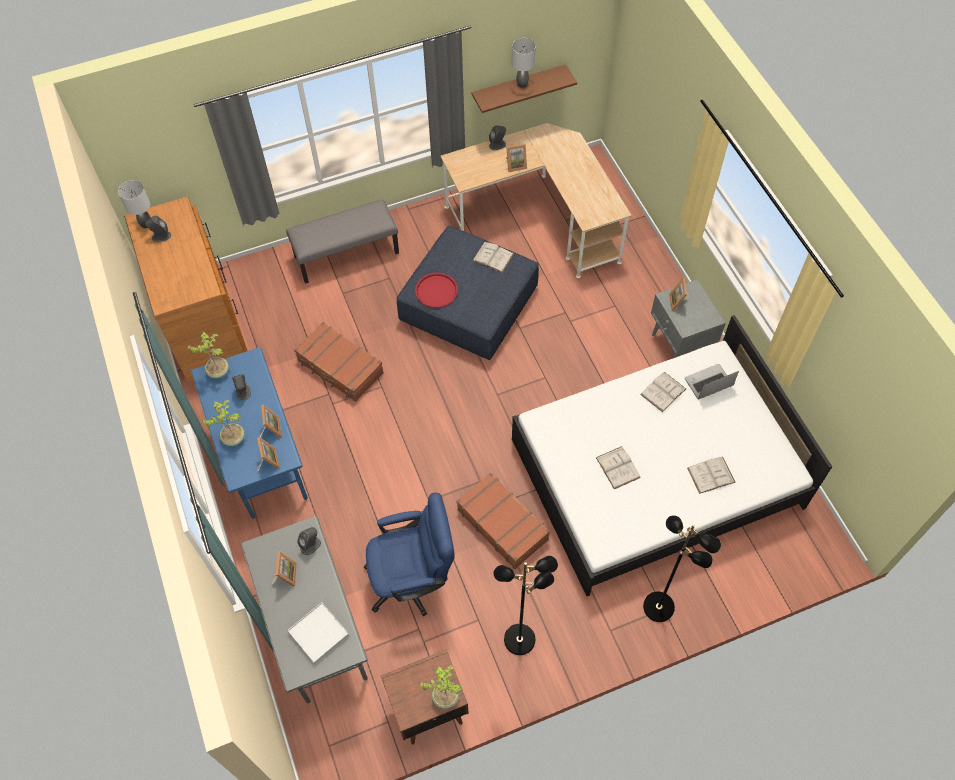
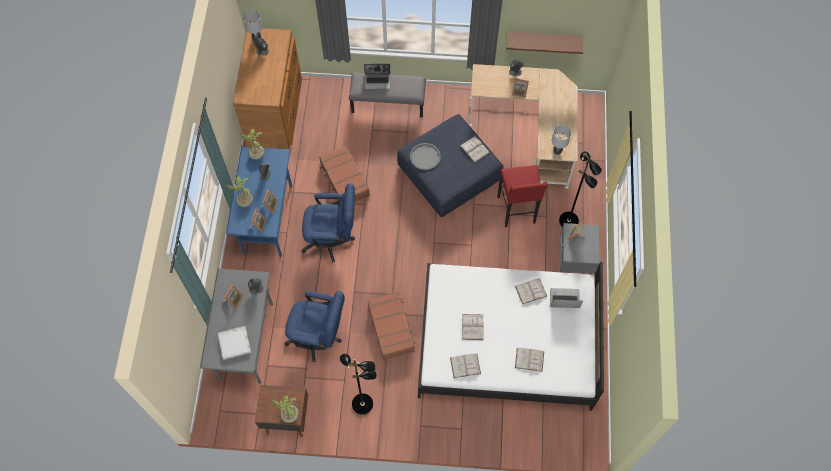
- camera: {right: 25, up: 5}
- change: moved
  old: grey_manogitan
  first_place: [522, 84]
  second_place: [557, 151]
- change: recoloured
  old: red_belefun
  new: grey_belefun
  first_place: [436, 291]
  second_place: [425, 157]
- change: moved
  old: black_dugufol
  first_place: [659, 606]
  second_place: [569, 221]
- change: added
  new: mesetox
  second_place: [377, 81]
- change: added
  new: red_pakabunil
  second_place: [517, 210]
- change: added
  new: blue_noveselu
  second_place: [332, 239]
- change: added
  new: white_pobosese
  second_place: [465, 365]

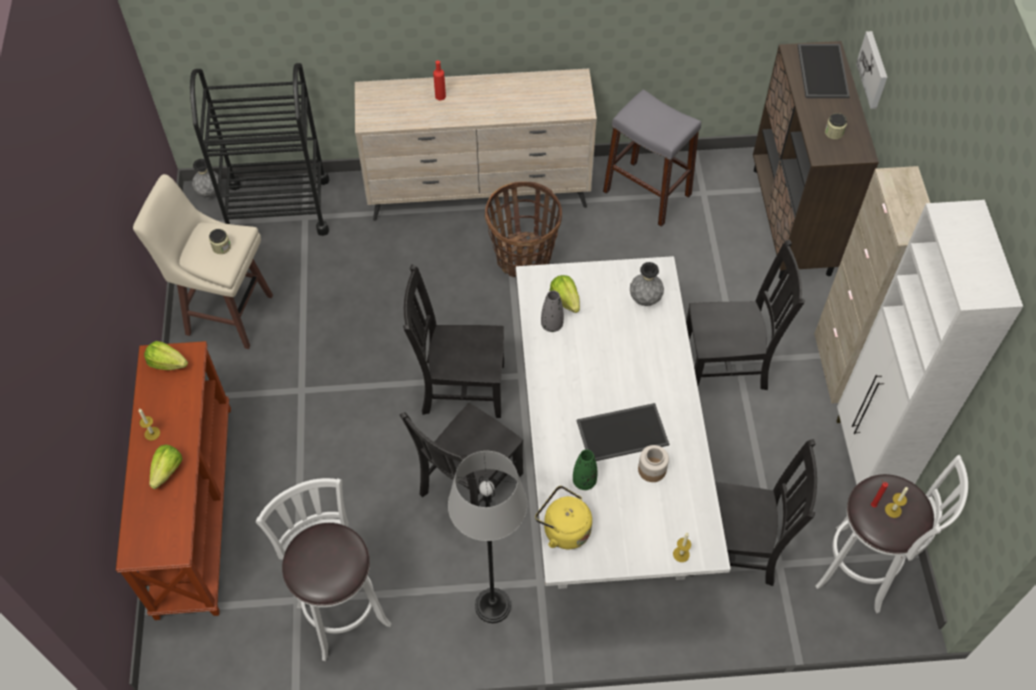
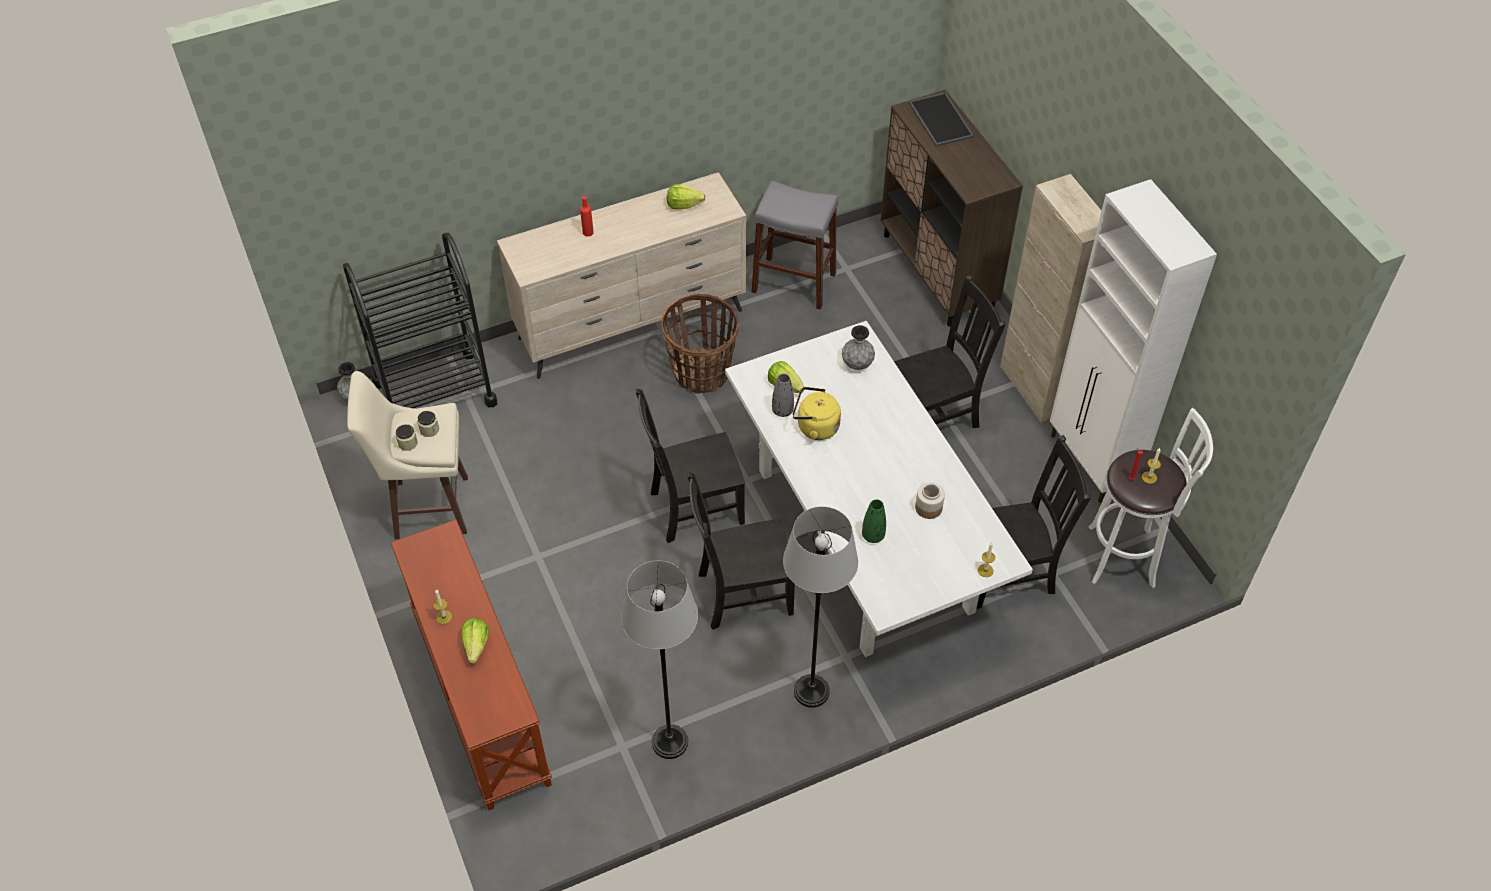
- camera: {right: -20, up: -5}
- change: removed
  old: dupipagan
  first_place: [874, 69]
- change: moved
  old: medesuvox
  first_place: [834, 132]
  second_place: [408, 443]
- change: moved
  old: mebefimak
  first_place: [167, 363]
  second_place: [683, 205]
- change: turned
  old: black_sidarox
  first_place: [468, 486]
  second_place: [741, 594]
  degrees: 60
- change: removed
  old: belefun
  first_place: [623, 431]
- change: replaced
  old: white_pakabunil
  new: grey_dugufol
  first_place: [341, 611]
  second_place: [670, 742]
- change: moved
  old: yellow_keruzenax
  first_place: [564, 529]
  second_place: [815, 427]

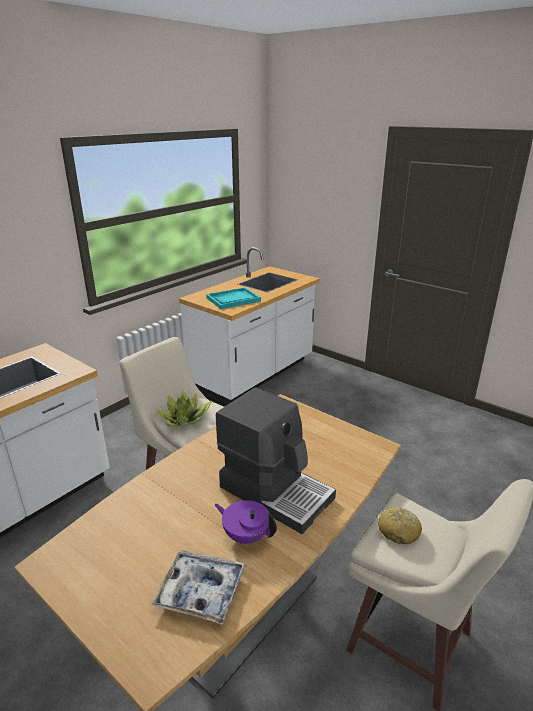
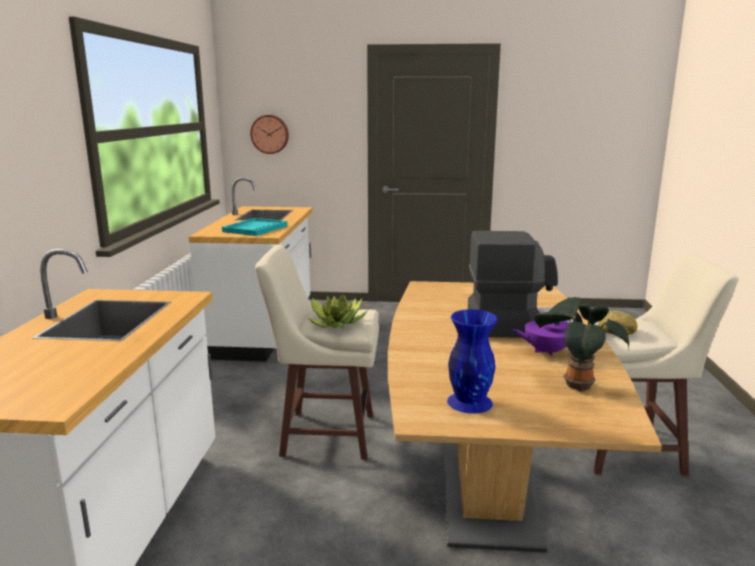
- camera: {right: -35, up: -10}
- change: replaced
  old: belefun
  new: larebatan
  first_place: [200, 591]
  second_place: [575, 385]
- change: added
  new: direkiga
  second_place: [270, 134]
- change: added
  new: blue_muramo
  second_place: [469, 401]

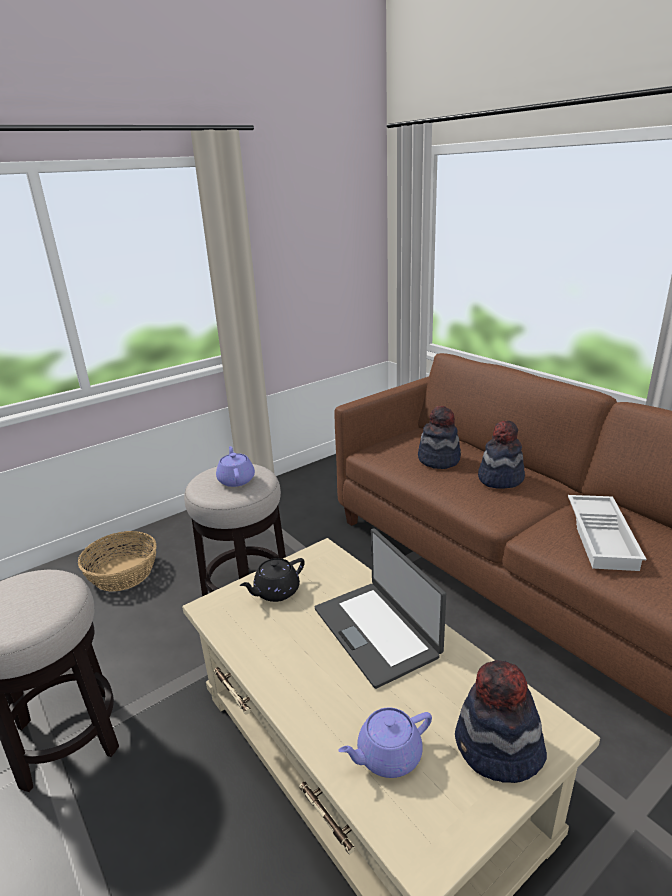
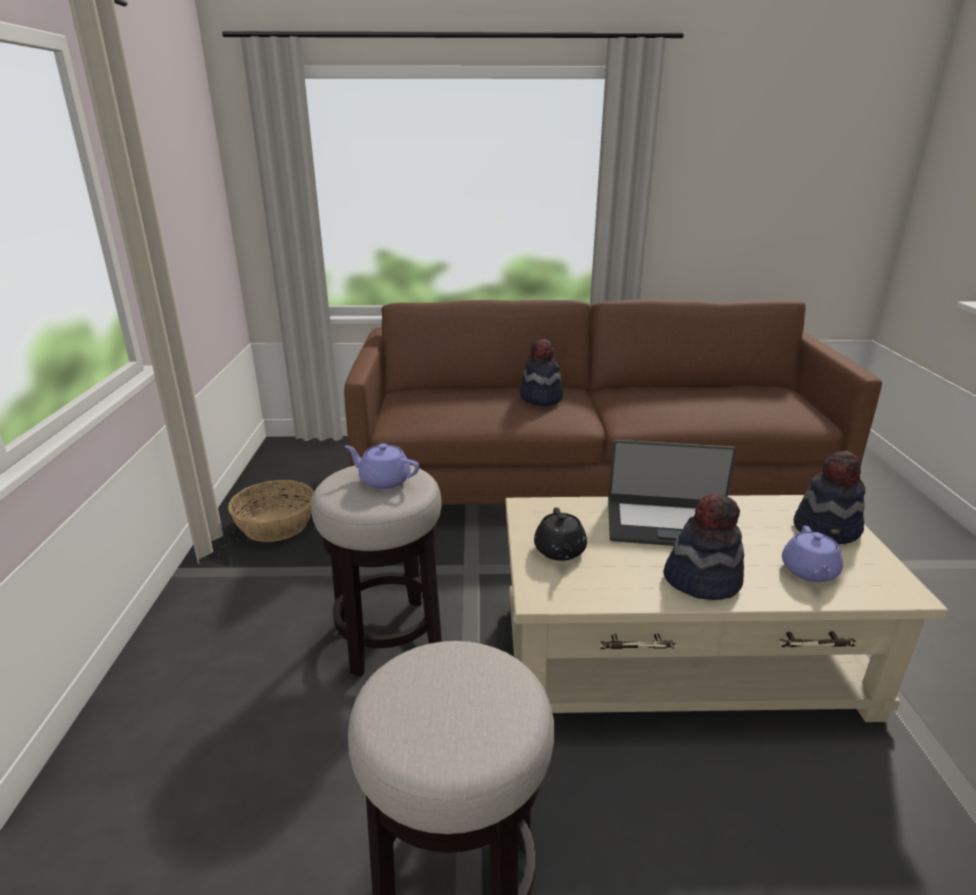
- camera: {right: -55, up: 0}
- change: moved
  old: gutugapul
  first_place: [439, 459]
  second_place: [702, 579]
- change: removed
  old: white_belefun
  first_place: [603, 537]
- change: moved
  old: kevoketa
  first_place: [123, 573]
  second_place: [276, 524]

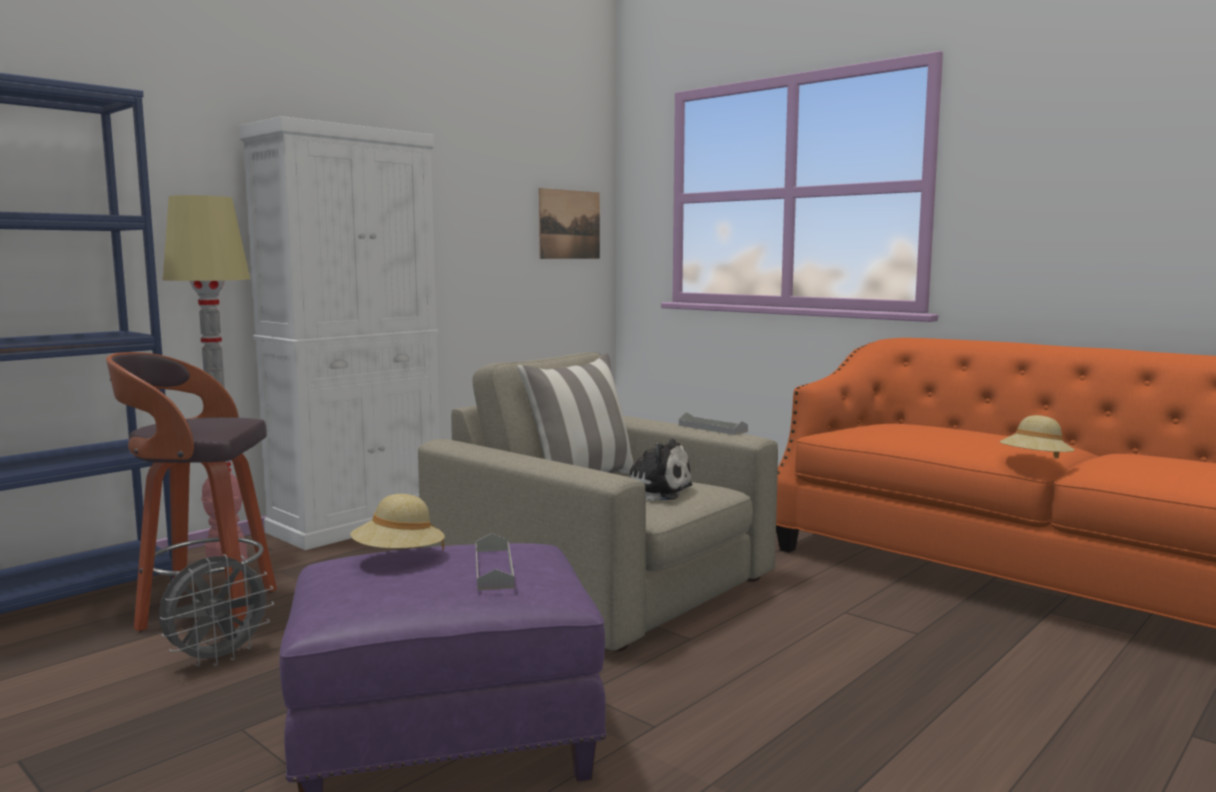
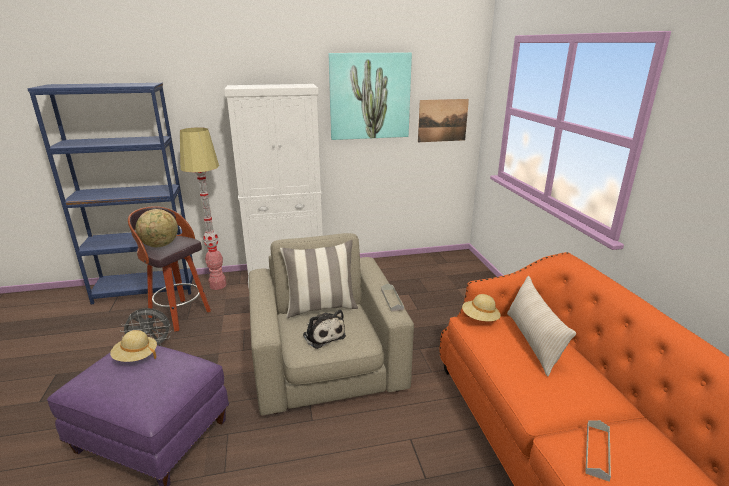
- camera: {right: 35, up: 15}
- change: moved
  old: beige_gutugapul
  first_place: [1035, 462]
  second_place: [480, 319]
- change: moved
  old: grey_belefun
  first_place: [494, 568]
  second_place: [597, 451]
- change: added
  new: dupipagan
  second_place: [369, 96]
- change: added
  new: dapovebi
  second_place: [160, 245]
- change: added
  new: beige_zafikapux
  second_place: [533, 341]

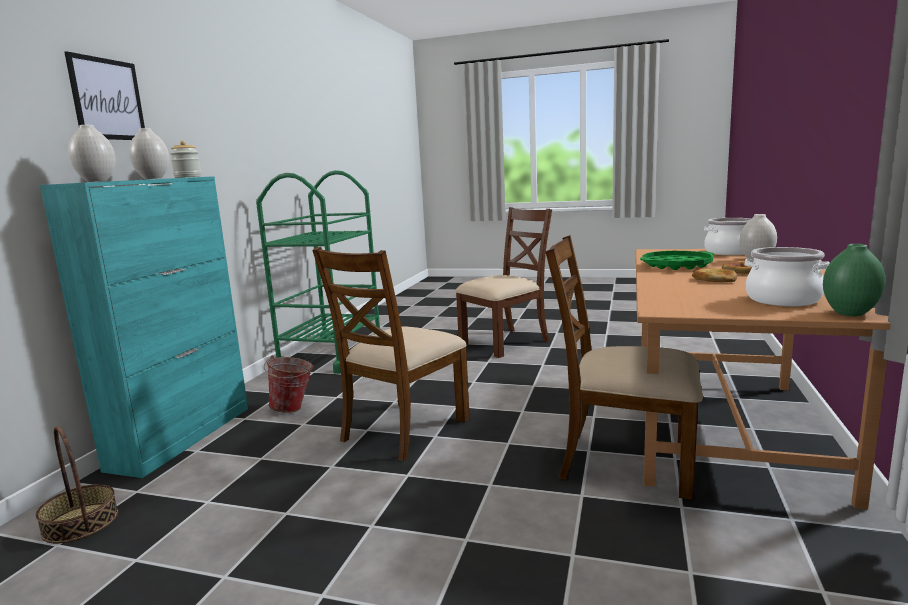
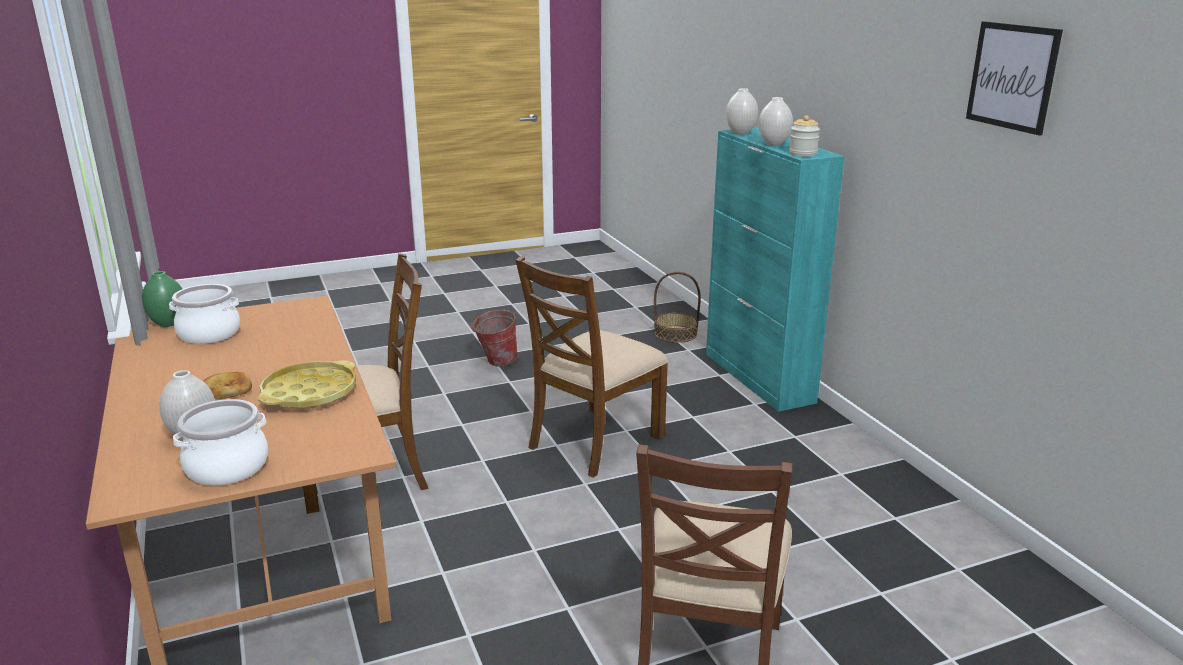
- camera: {right: 140, up: 10}
- change: moved
  old: dupipagan
  first_place: [107, 99]
  second_place: [1012, 76]
- change: removed
  old: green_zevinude
  first_place: [332, 355]
- change: turned
  old: brown_sidarox
  first_place: [403, 429]
  second_place: [594, 441]
  degrees: -135
- change: recoloured
  old: green_belefun
  new: yellow_belefun
  first_place: [676, 265]
  second_place: [309, 393]
- change: removed
  old: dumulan
  first_place: [714, 279]
- change: moved
  old: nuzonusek
  first_place: [293, 409]
  second_place: [496, 362]

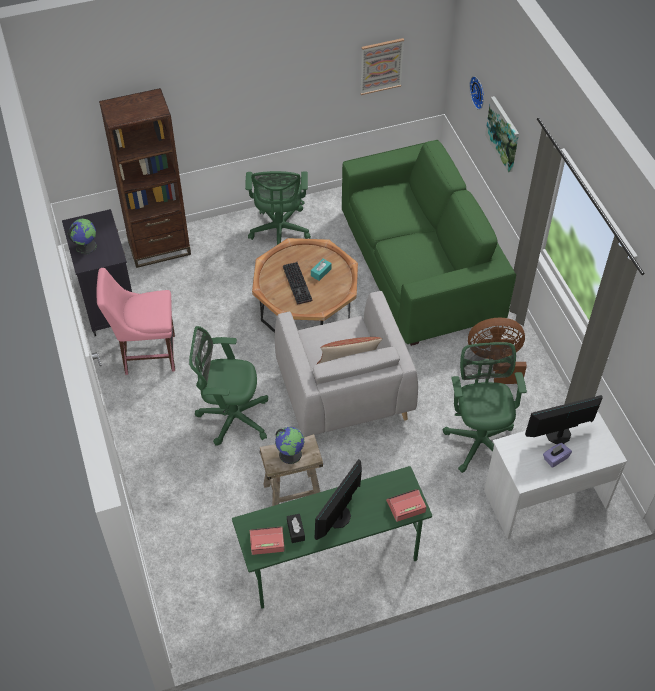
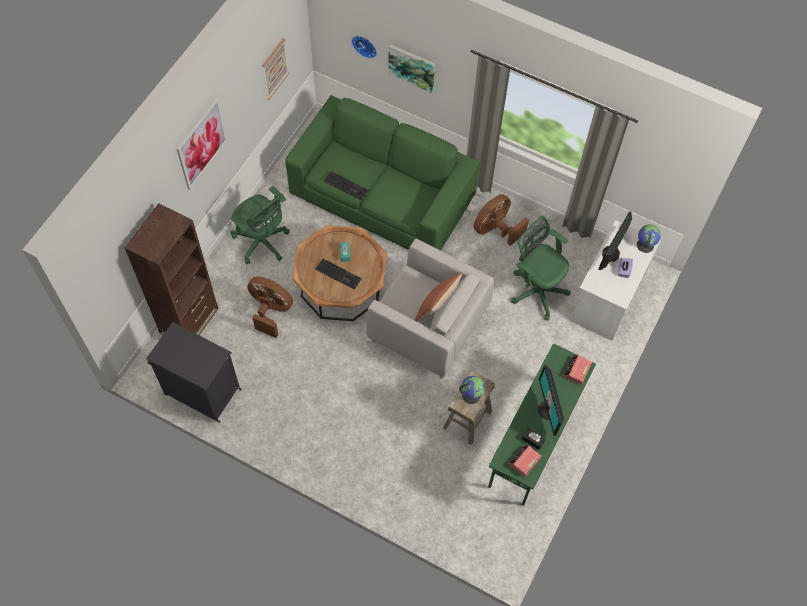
- camera: {right: -45, up: 10}
- change: moved
  old: dapovebi
  first_place: [86, 246]
  second_place: [645, 245]
- change: removed
  old: pink_sidarox
  first_place: [146, 354]
- change: removed
  old: green_noveselu
  first_place: [231, 417]
- change: added
  new: dupipagan
  second_place: [202, 144]
- change: added
  new: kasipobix
  second_place: [347, 185]
- change: added
  new: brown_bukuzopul
  second_place: [270, 311]

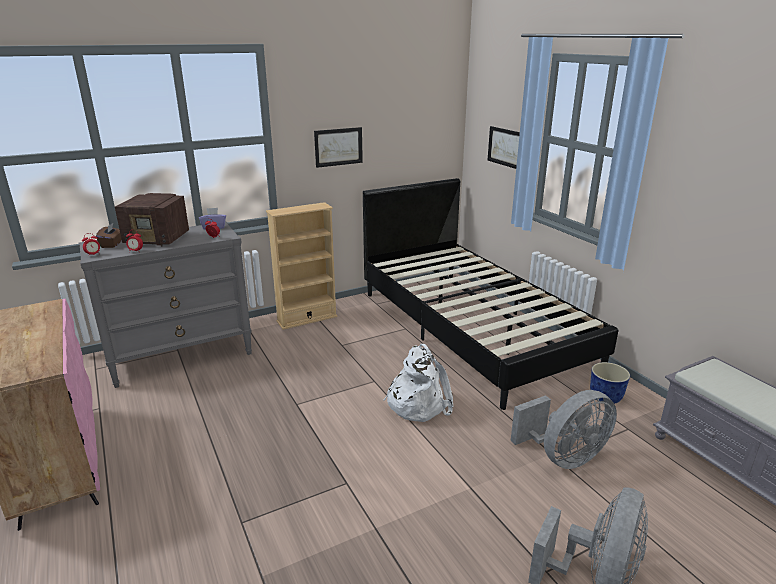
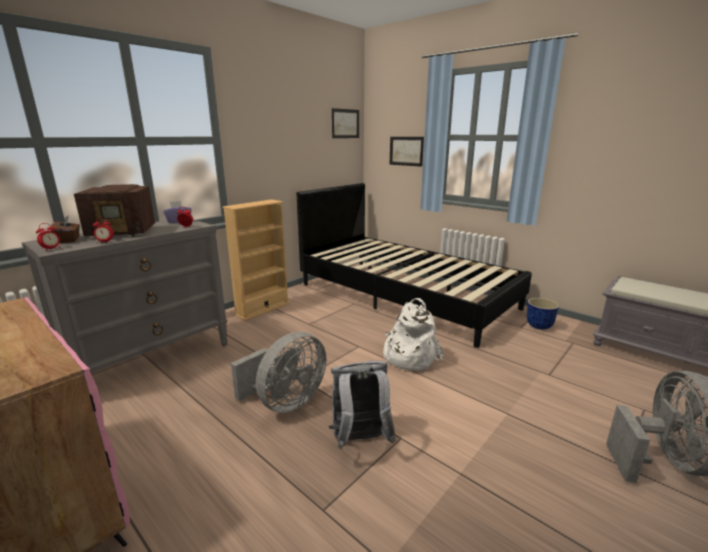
- camera: {right: -20, up: -5}
- change: moved
  old: dupipagan
  first_place: [338, 147]
  second_place: [345, 123]
- change: moved
  old: grey_bukuzopul
  first_place: [564, 457]
  second_place: [286, 402]
- change: added
  new: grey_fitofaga
  second_place: [360, 440]

